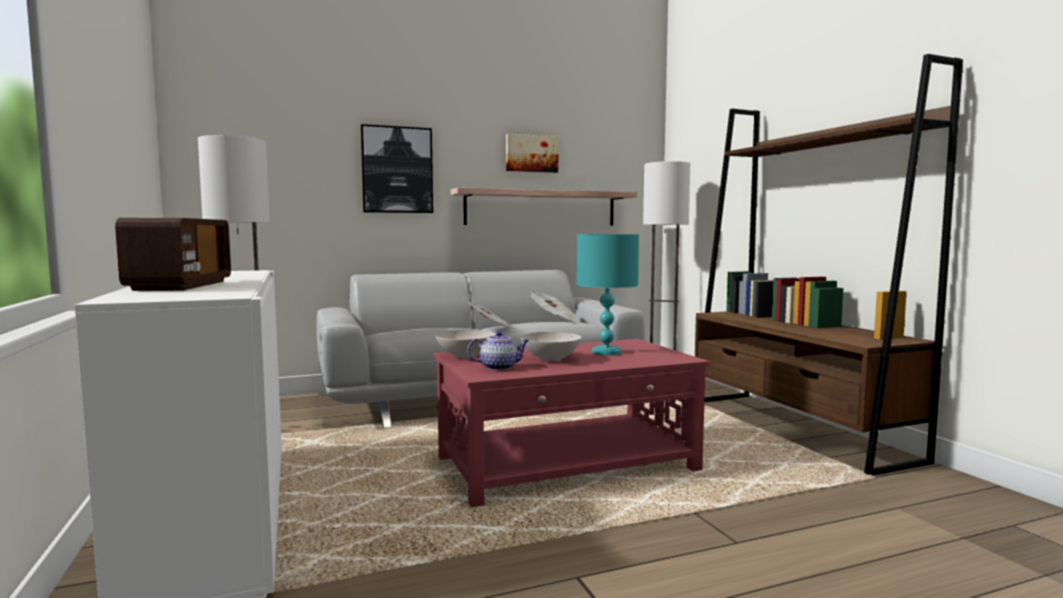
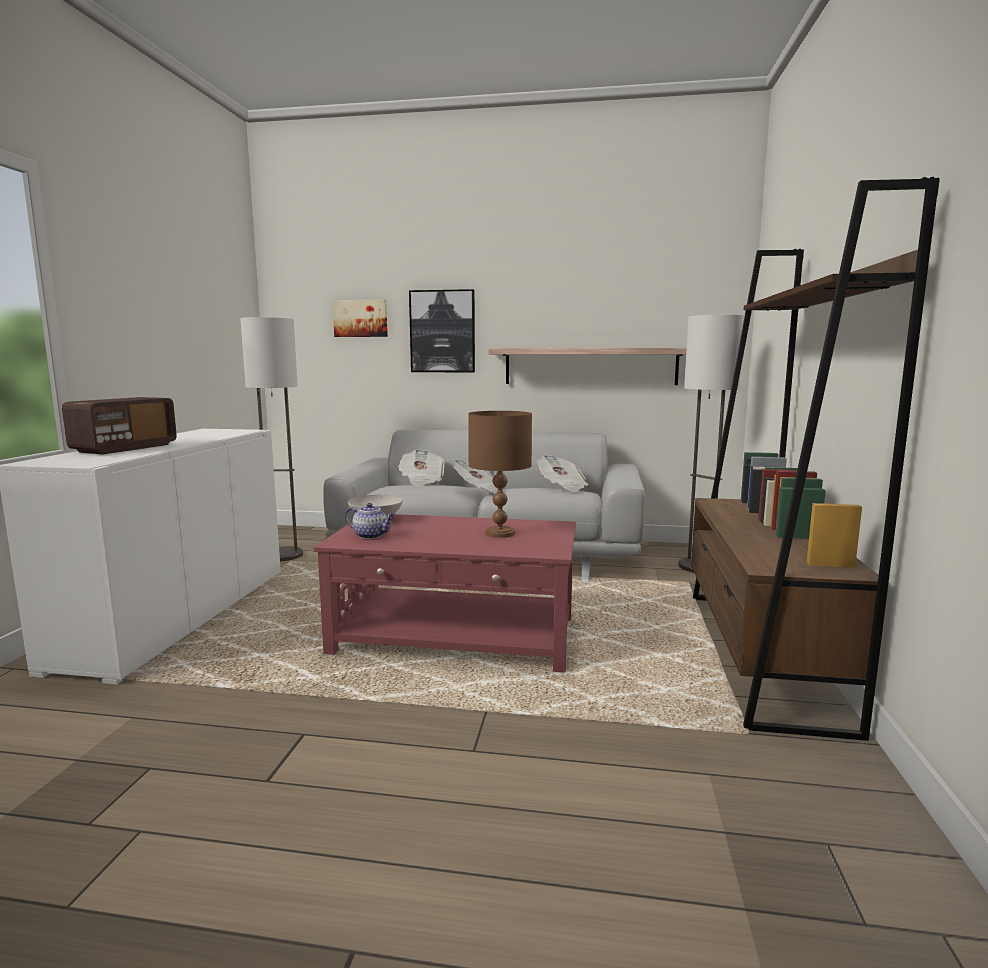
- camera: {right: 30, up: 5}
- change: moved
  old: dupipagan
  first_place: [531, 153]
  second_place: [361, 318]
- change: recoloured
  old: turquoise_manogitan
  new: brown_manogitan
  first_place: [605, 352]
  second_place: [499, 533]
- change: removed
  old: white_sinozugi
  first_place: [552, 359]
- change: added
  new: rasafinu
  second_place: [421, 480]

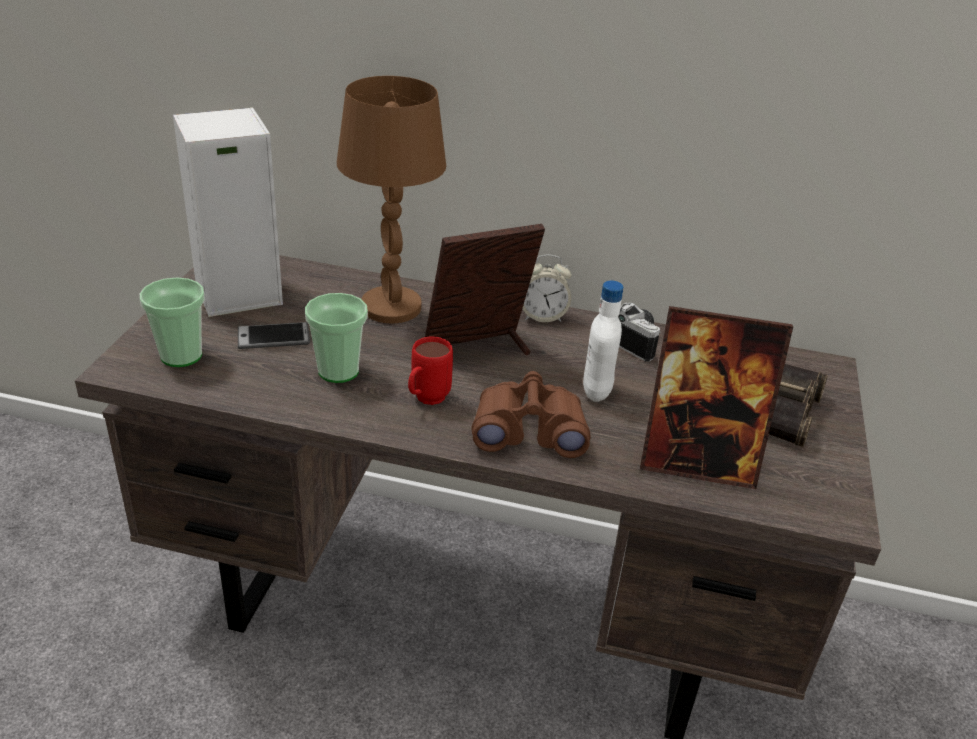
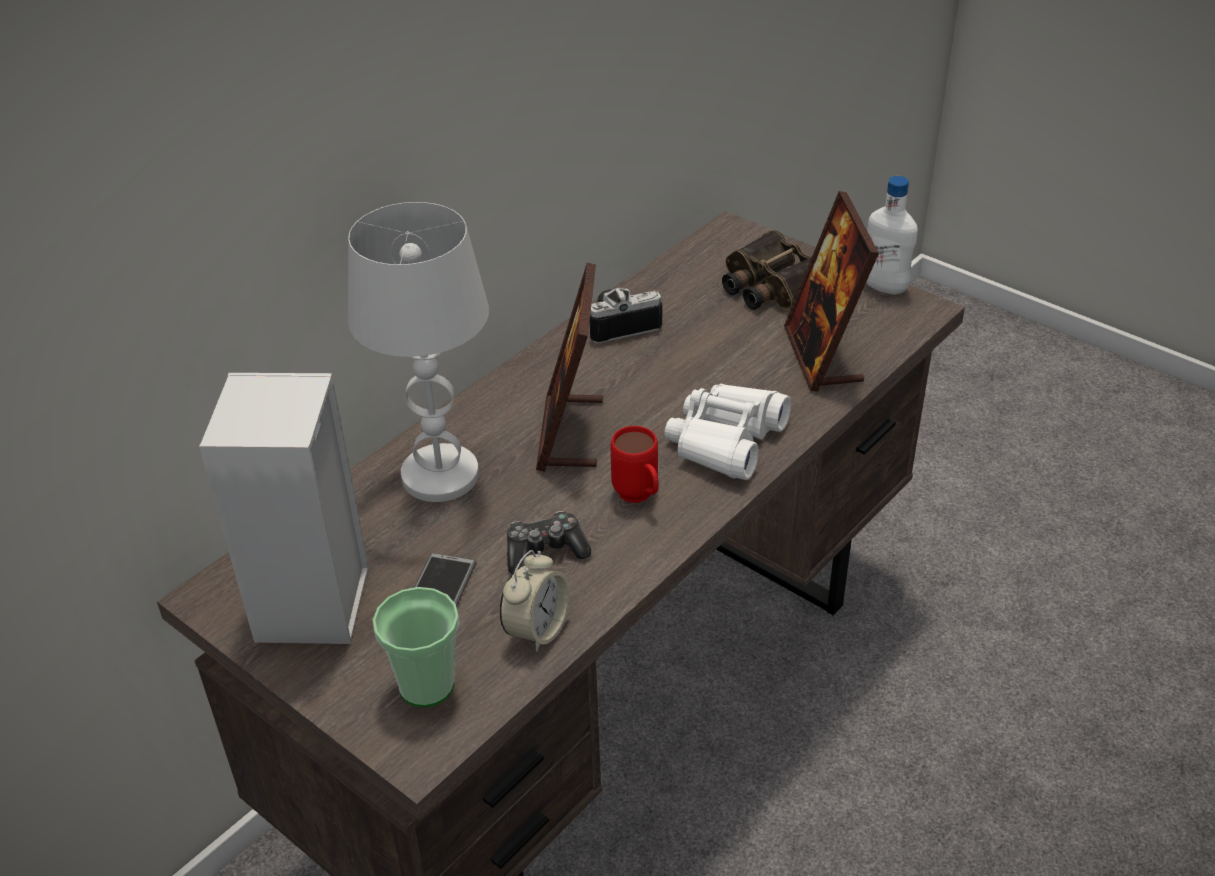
- camera: {right: -60, up: 5}
- change: recoloured
  old: brown_manogitan
  new: white_manogitan
  first_place: [390, 307]
  second_place: [439, 476]
- change: moved
  old: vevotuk
  first_place: [542, 316]
  second_place: [537, 630]
- change: moved
  old: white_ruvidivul
  first_place: [596, 391]
  second_place: [884, 287]
- change: replaced
  old: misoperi
  new: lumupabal
  first_place: [338, 371]
  second_place: [545, 551]
- change: turned
  old: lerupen
  first_place: [697, 462]
  second_place: [823, 356]
  degrees: 135
- change: recoloured
  old: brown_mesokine
  new: white_mesokine
  first_place: [529, 430]
  second_place: [725, 441]

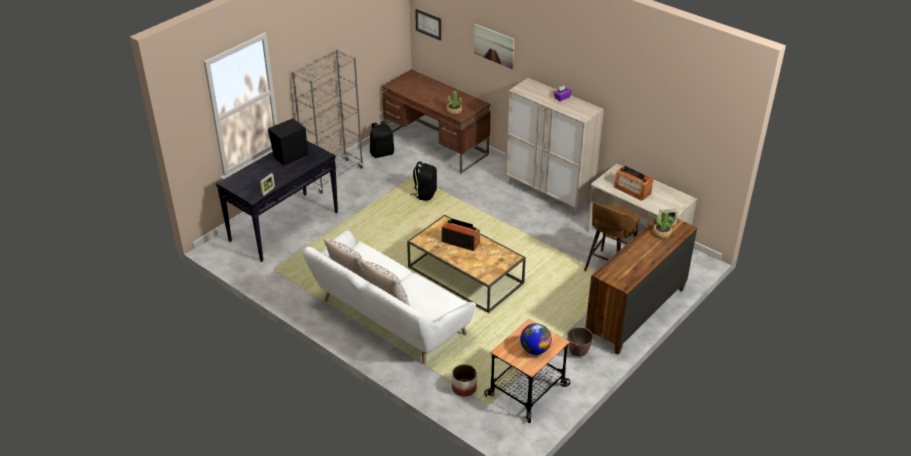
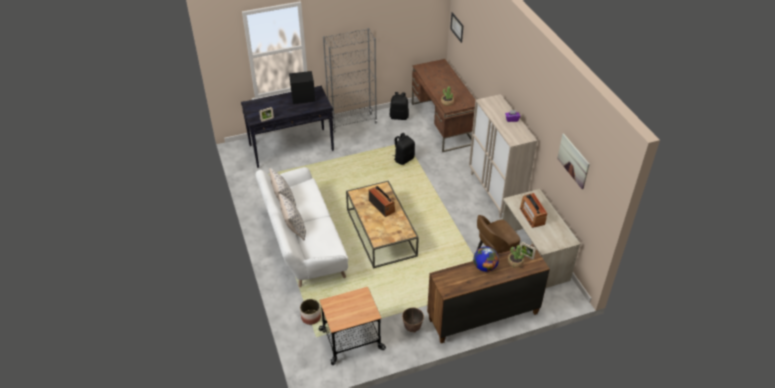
- camera: {right: 30, up: 5}
- change: moved
  old: dupipagan
  first_place: [494, 46]
  second_place: [573, 161]
- change: moved
  old: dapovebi
  first_place: [535, 350]
  second_place: [485, 267]

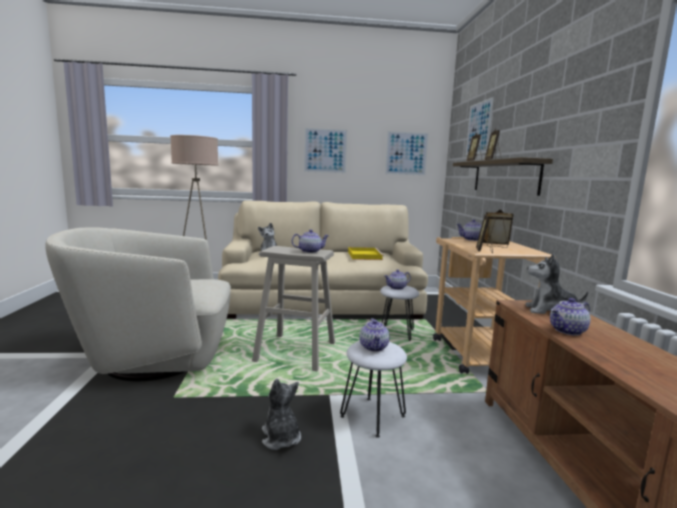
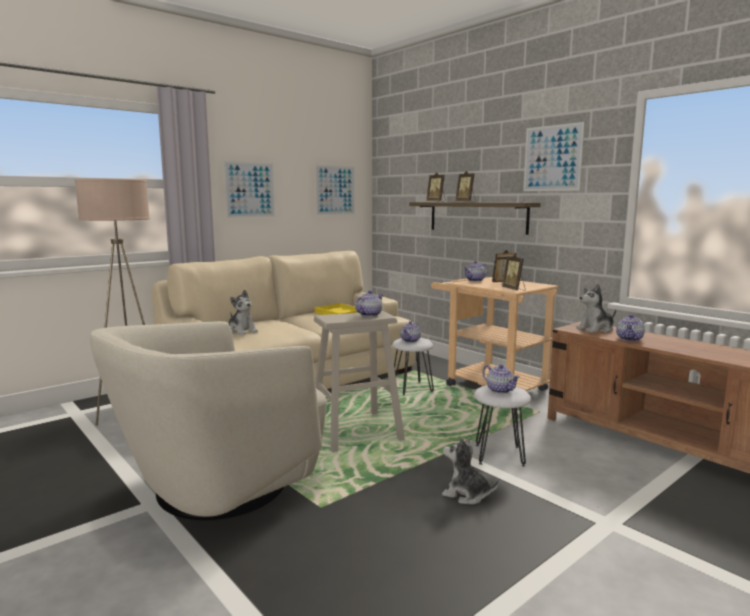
- camera: {right: -35, up: 0}
- change: moved
  old: dupipagan
  first_place: [478, 128]
  second_place: [552, 158]

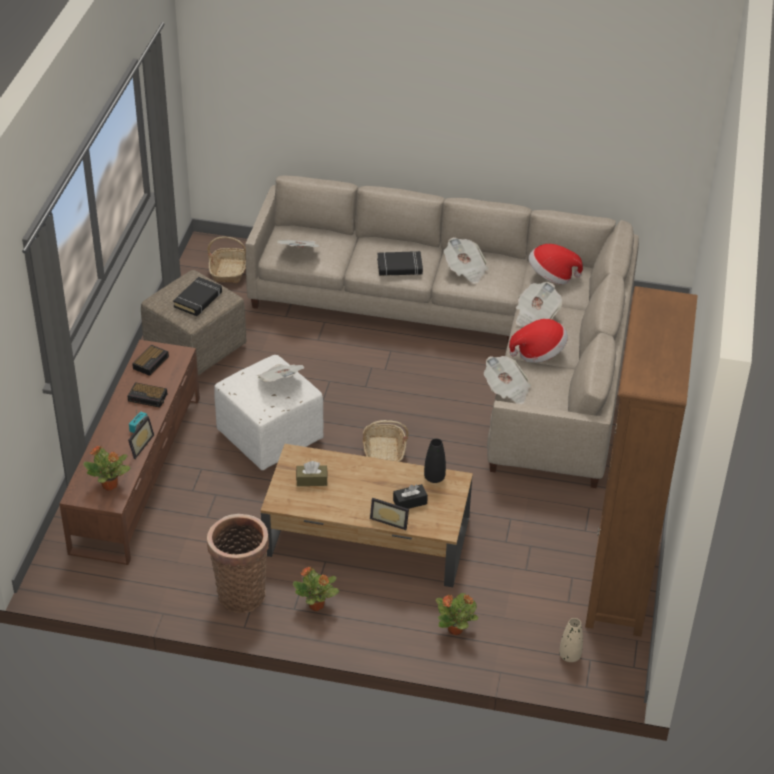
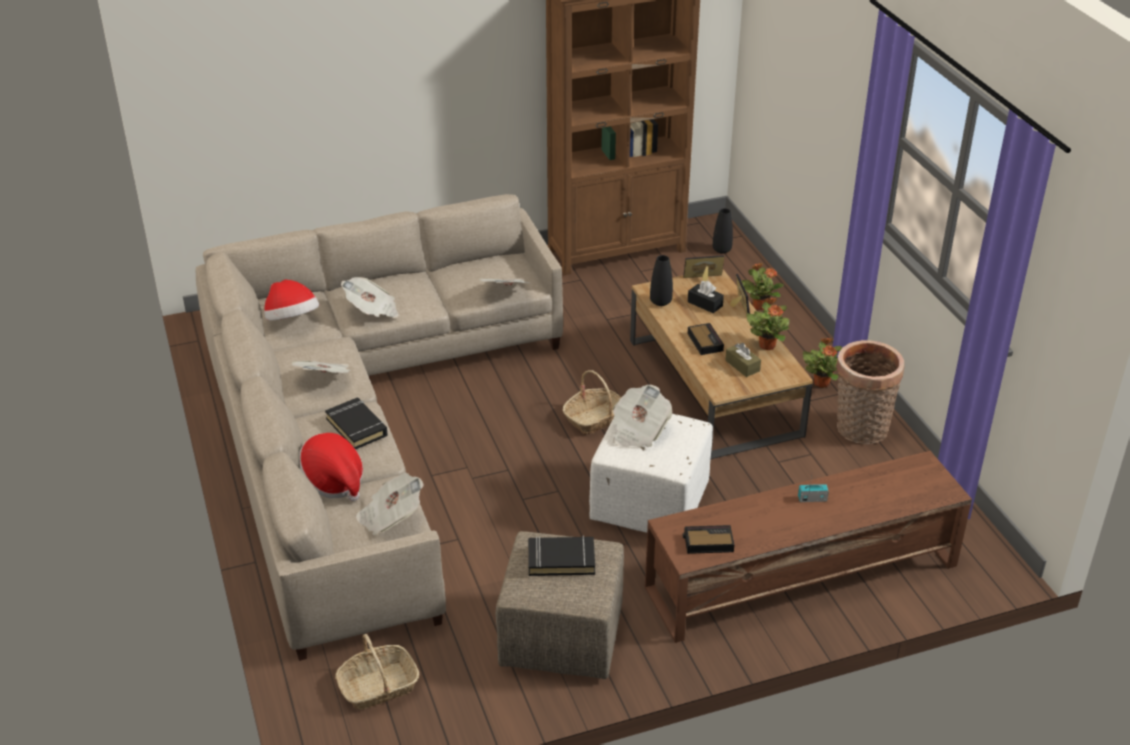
- camera: {right: -120, up: -5}
- change: moved
  old: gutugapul
  first_place: [539, 353]
  second_place: [333, 482]
- change: moved
  old: vevotuk
  first_place: [148, 397]
  second_place: [704, 341]
- change: moved
  old: lerupen
  first_place: [138, 445]
  second_place: [703, 279]
- change: moved
  old: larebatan
  first_place: [110, 485]
  second_place: [767, 345]
- change: recoloured
  old: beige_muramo
  new: black_muramo
  first_place: [569, 656]
  second_place: [722, 250]

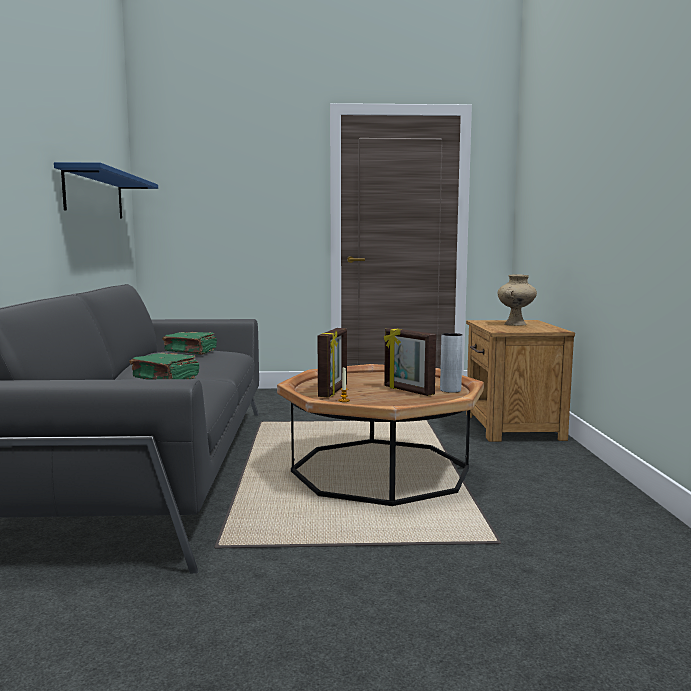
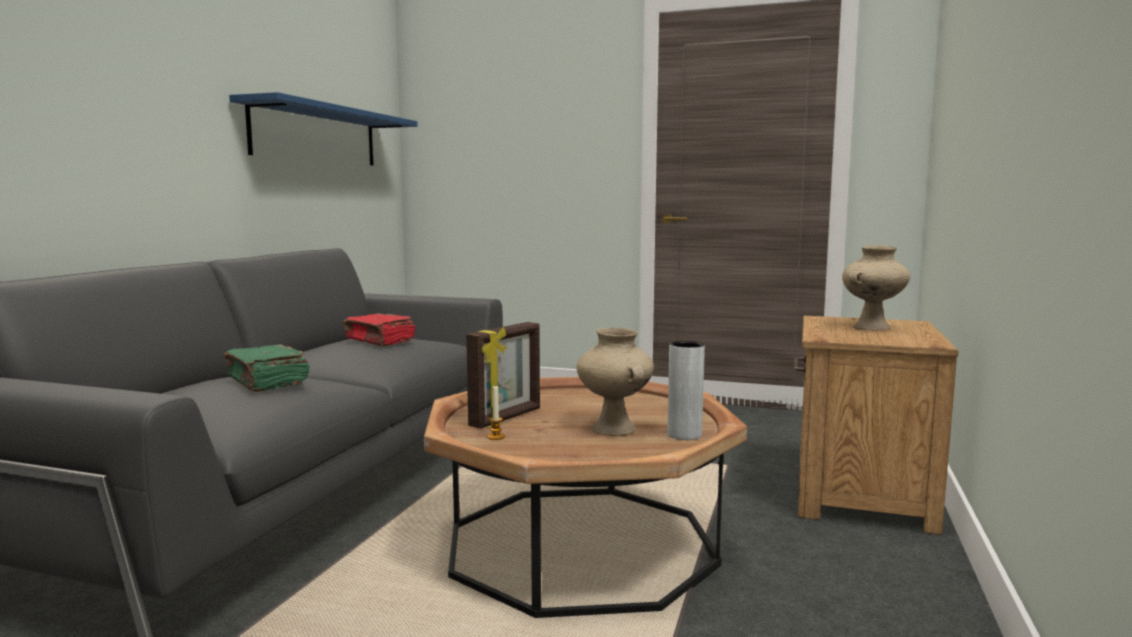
- camera: {right: 20, up: 0}
- change: replaced
  old: lerupen
  new: beige_muramo
  first_place: [408, 391]
  second_place: [615, 429]
- change: recoloured
  old: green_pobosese
  new: red_pobosese
  first_place: [191, 351]
  second_place: [380, 341]

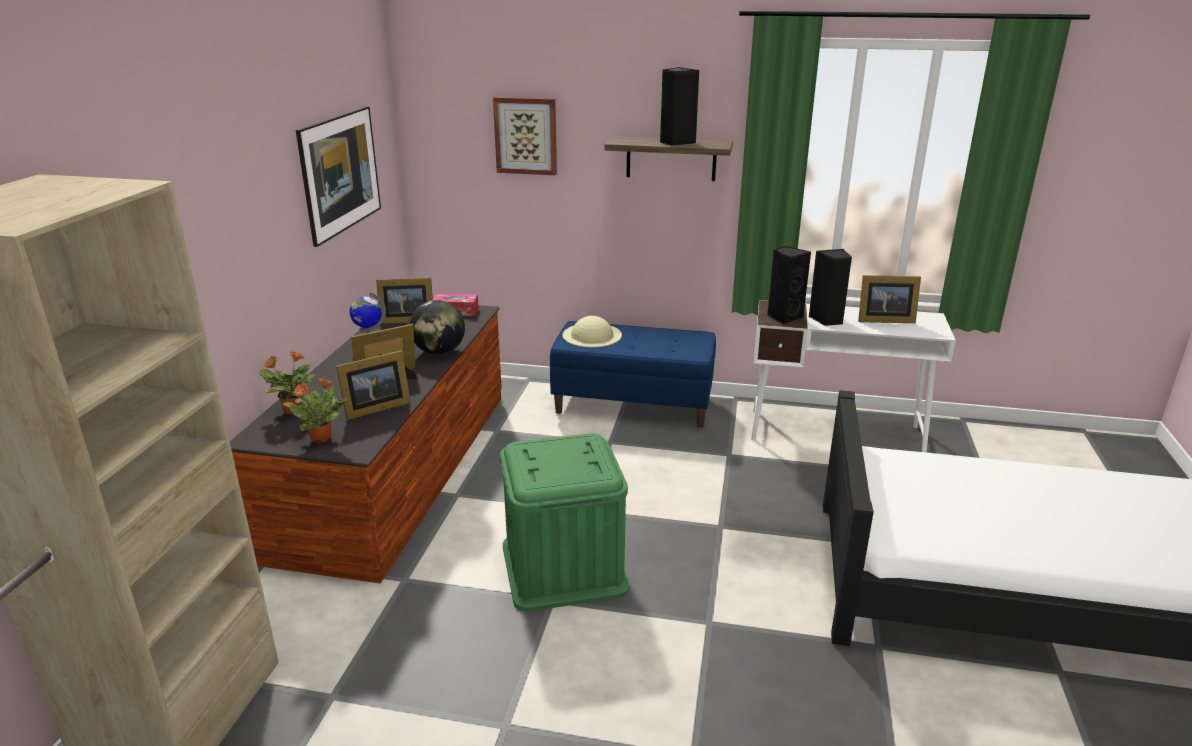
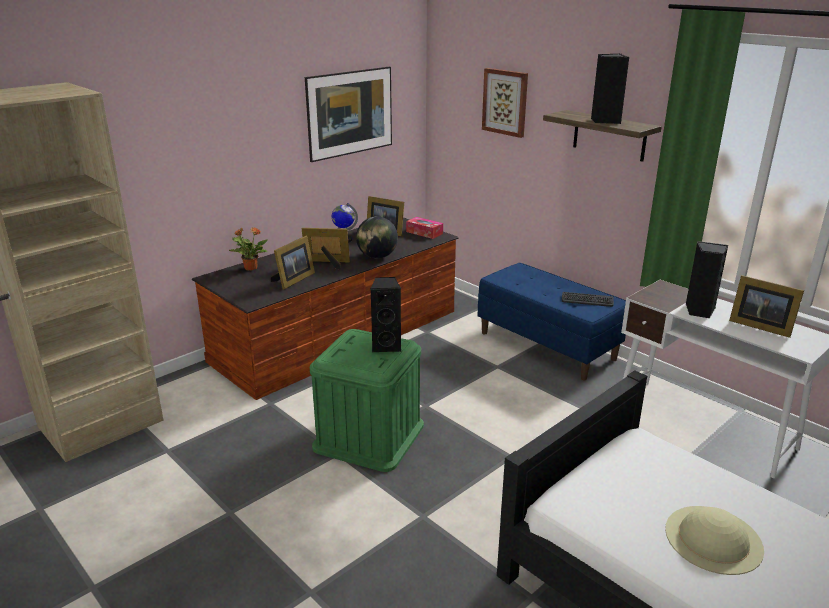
- camera: {right: 35, up: 0}
- change: moved
  old: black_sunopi
  first_place: [784, 317]
  second_place: [387, 346]
- change: moved
  old: beige_gutugapul
  first_place: [592, 335]
  second_place: [713, 539]
- change: turned
  old: lerupen
  first_place: [374, 408]
  second_place: [293, 280]
  degrees: -60
- change: removed
  old: larebatan
  first_place: [322, 438]
- change: added
  new: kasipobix
  second_place: [587, 300]

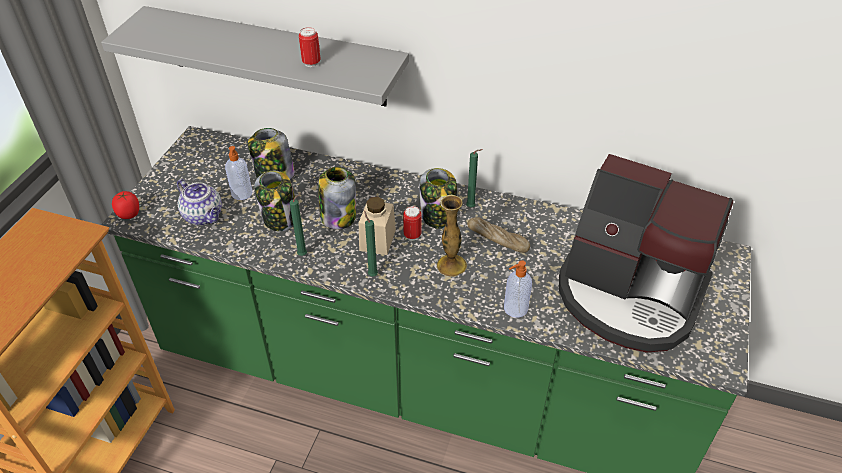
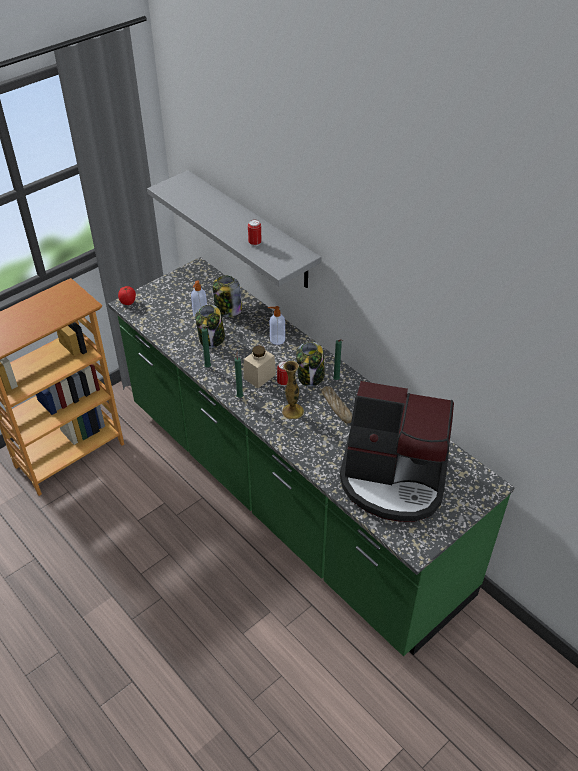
- camera: {right: 30, up: 0}
- change: turned
  old: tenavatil
  first_place: [629, 295]
  second_place: [393, 479]
  degrees: -45
- change: removed
  old: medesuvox
  first_place: [338, 216]
- change: removed
  old: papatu
  first_place: [204, 216]
- change: moved
  old: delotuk
  first_place: [514, 308]
  second_place: [276, 339]

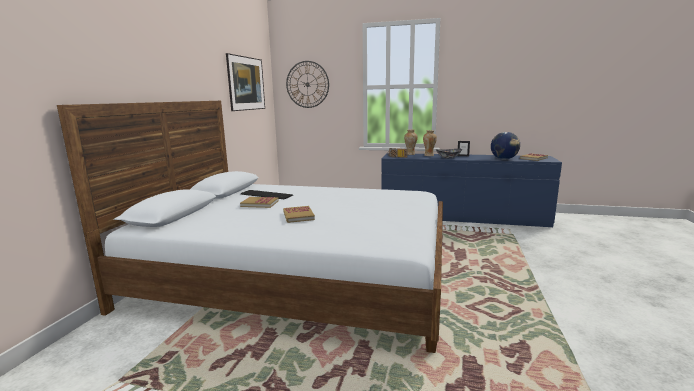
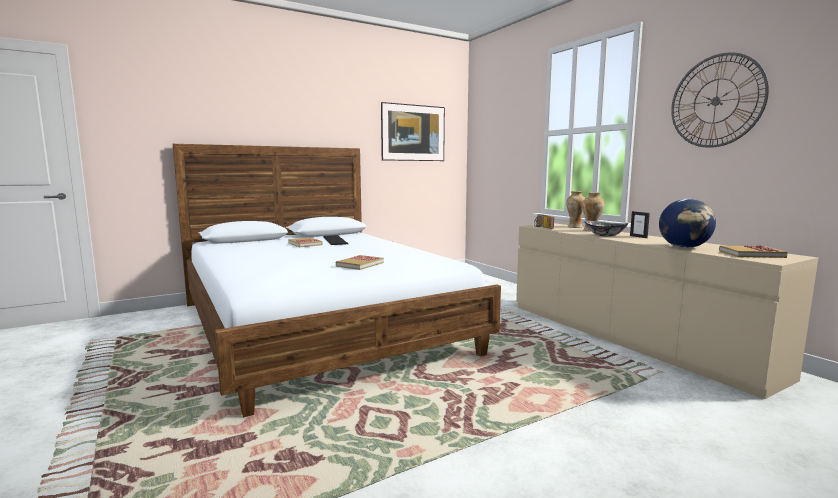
- camera: {right: 45, up: -5}
- change: moved
  old: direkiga
  first_place: [307, 84]
  second_place: [716, 101]
- change: recoloured
  old: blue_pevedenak
  new: beige_pevedenak
  first_place: [462, 216]
  second_place: [628, 336]
- change: moved
  old: pobosese
  first_place: [298, 216]
  second_place: [360, 264]

